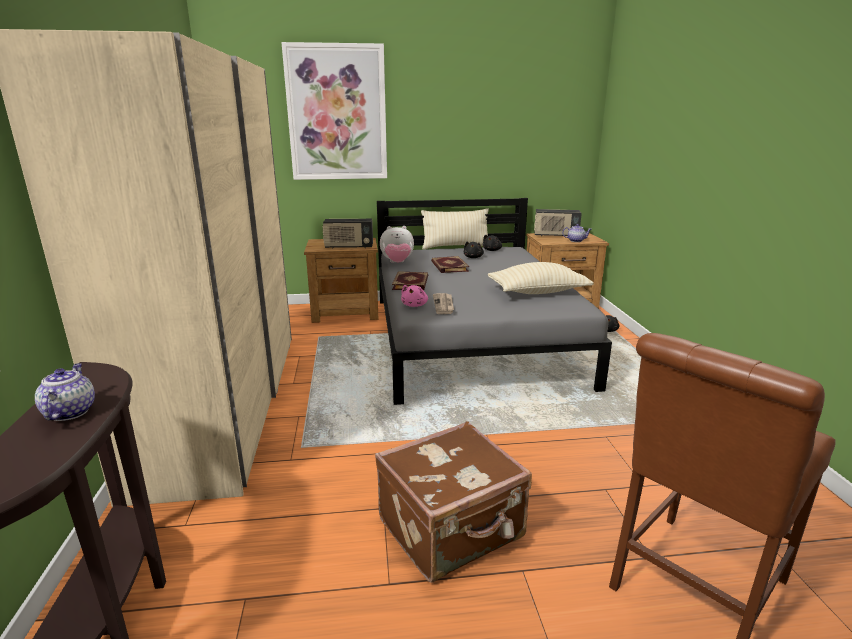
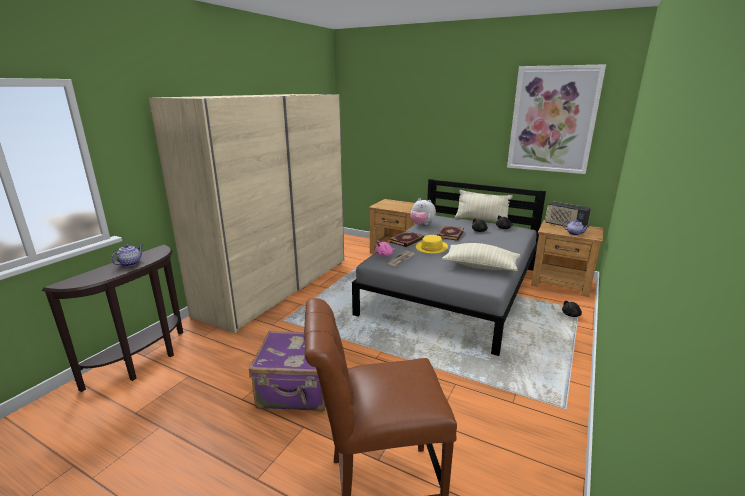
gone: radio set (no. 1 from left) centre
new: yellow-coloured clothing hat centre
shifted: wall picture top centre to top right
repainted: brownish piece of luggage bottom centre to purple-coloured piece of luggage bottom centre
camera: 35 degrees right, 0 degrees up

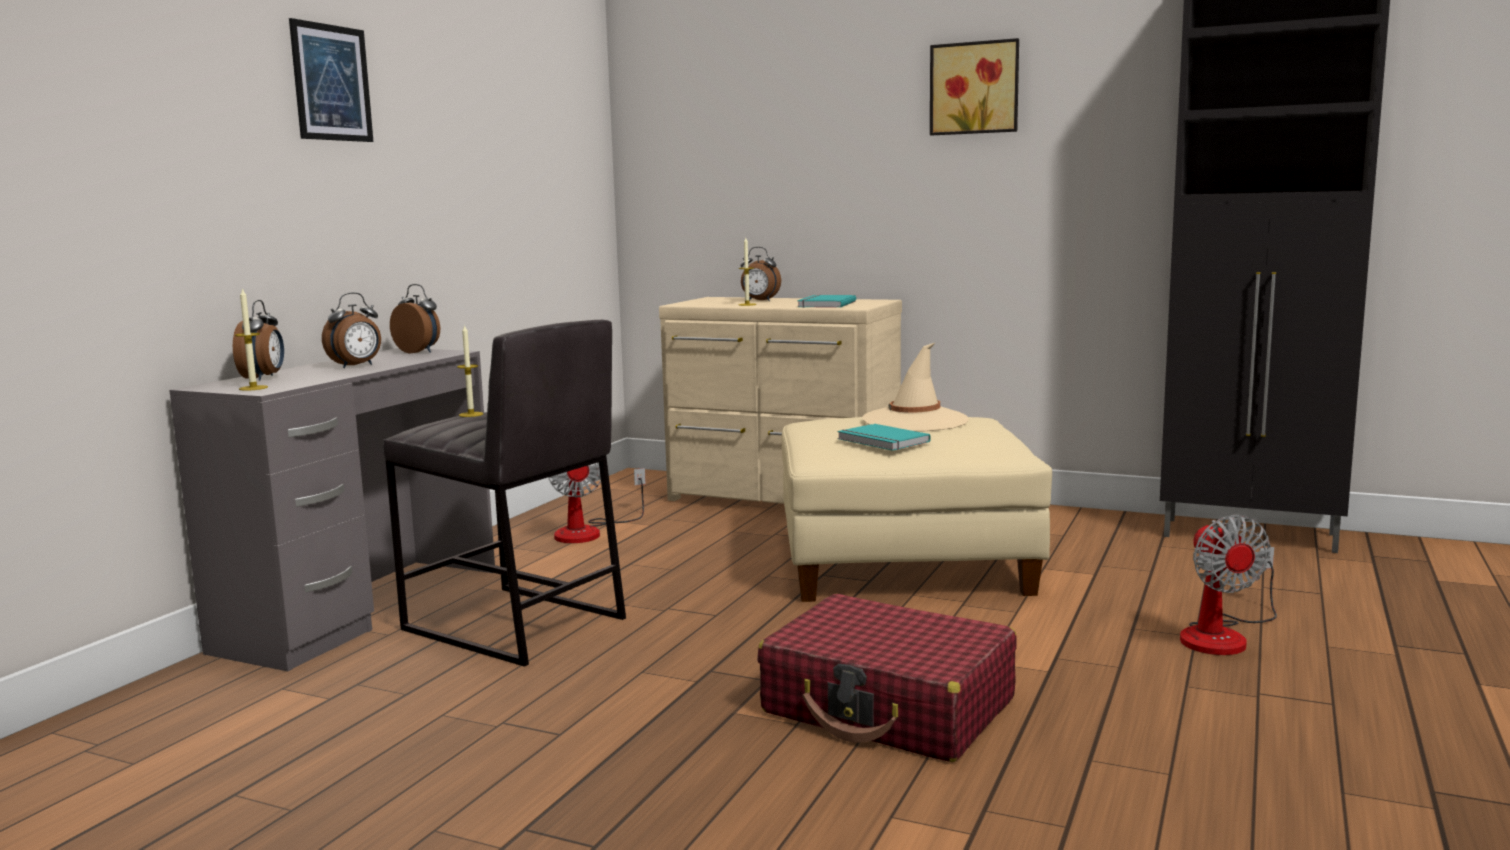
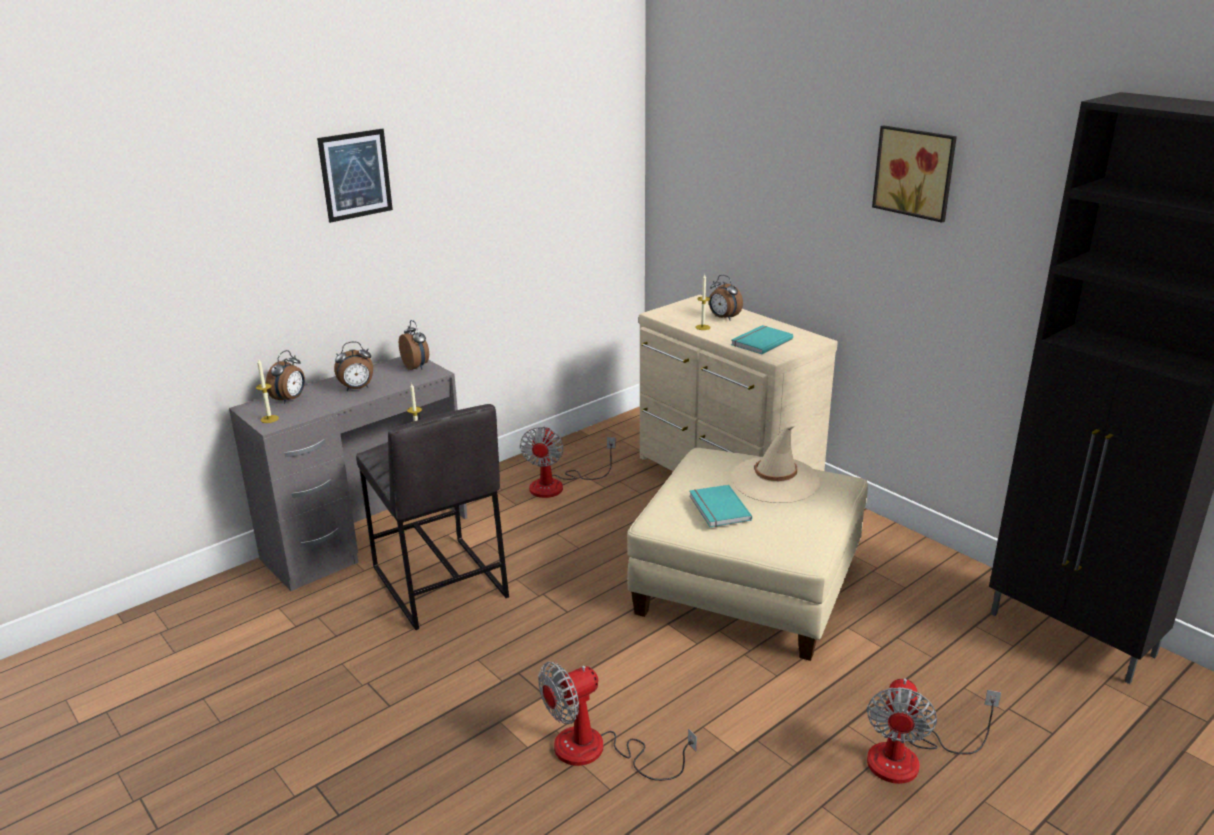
swapped: reddish piece of luggage bottom centre to electric fan (no. 2 from left) bottom centre
camera: 25 degrees right, 15 degrees up

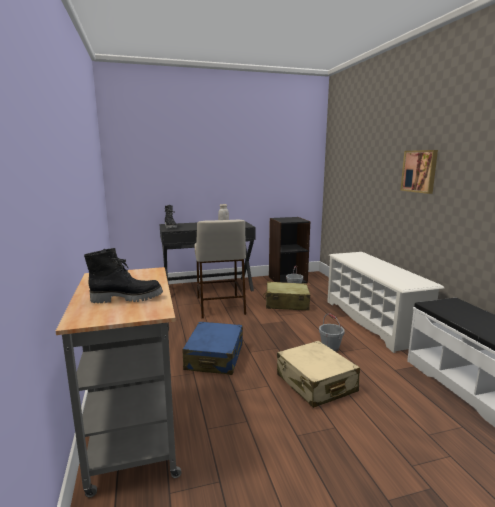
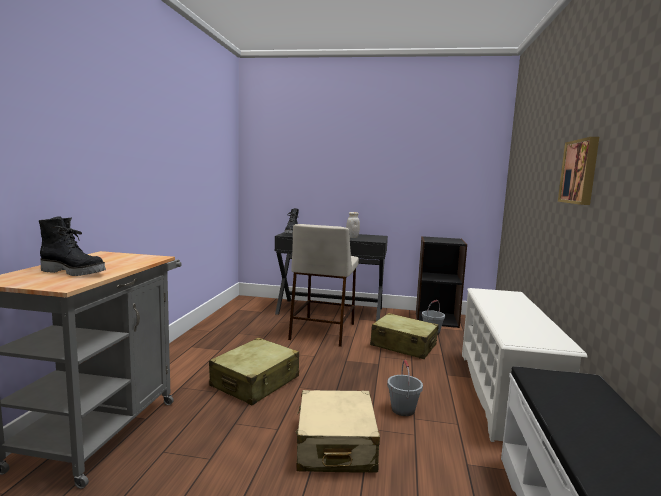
repainted: bluish piece of luggage bottom centre to beige-coloured piece of luggage (no. 1 from left) bottom centre
camera: 25 degrees right, 5 degrees down

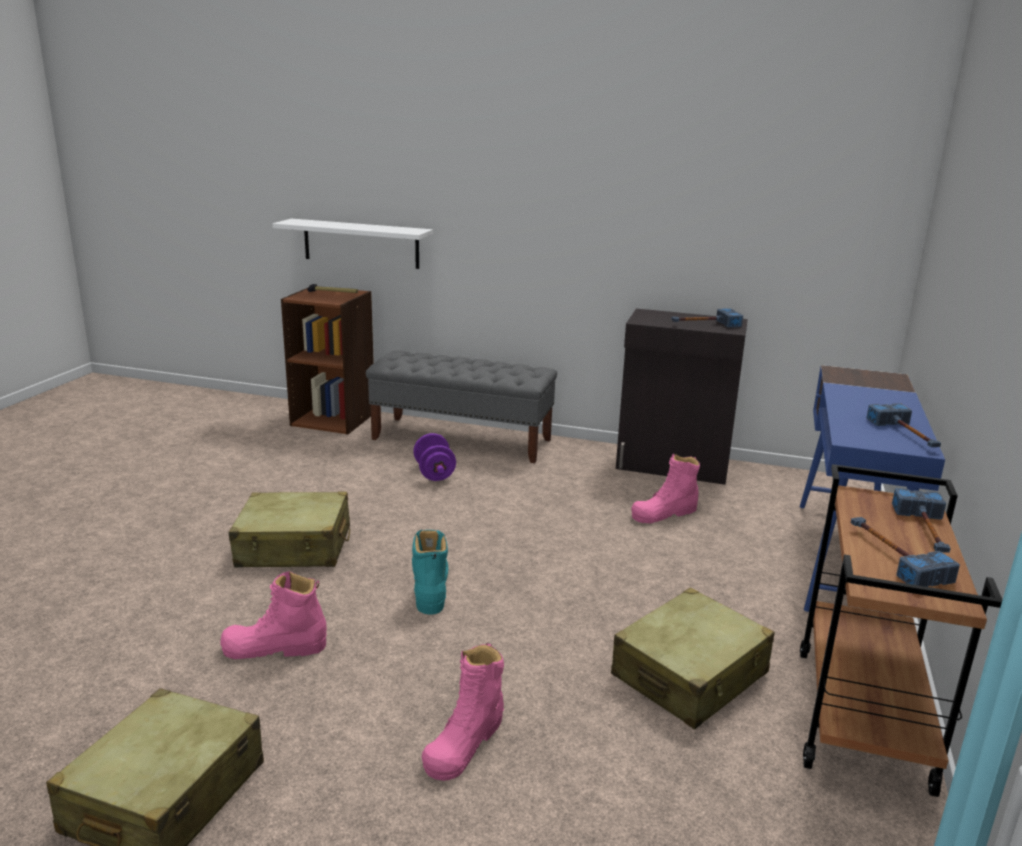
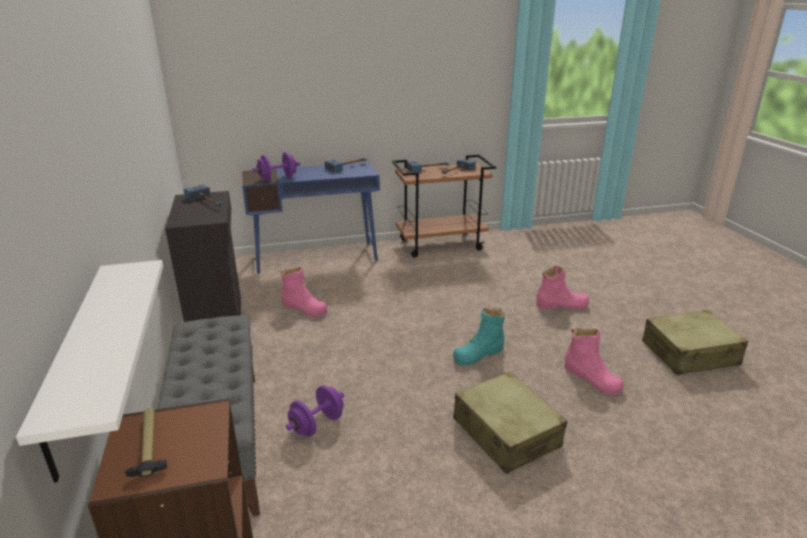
gone: beige-coloured piece of luggage (no. 3 from left) bottom right
new: purple-coloured dumbbell (no. 1 from left) top centre
camera: 120 degrees left, 5 degrees up

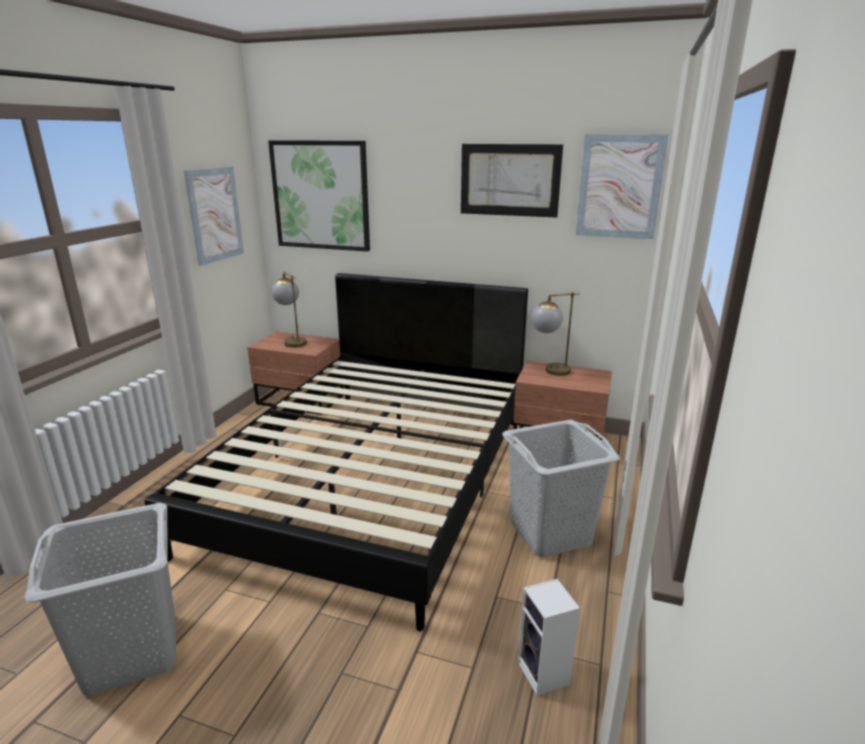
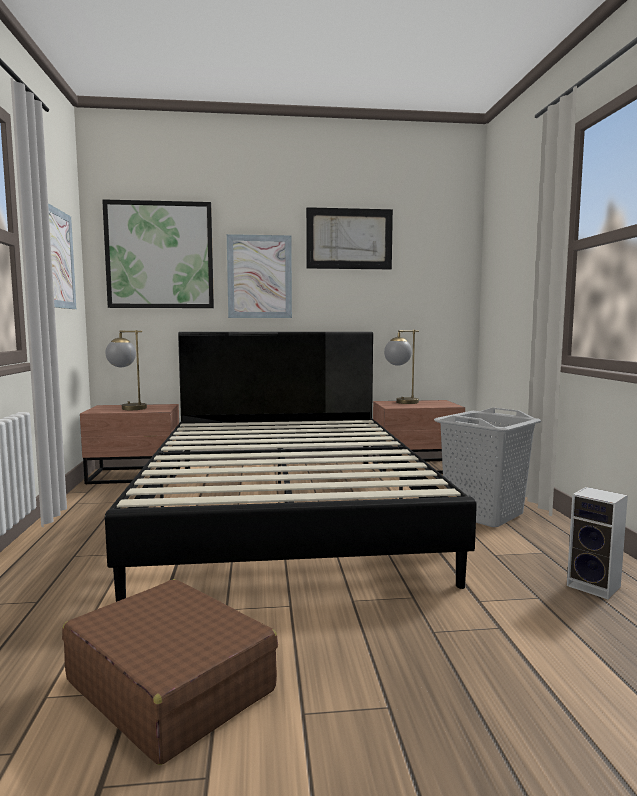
shifted: wall picture (no. 4 from left in the first image) top right to wall picture (no. 3 from left) centre
swapped: grey washing basket (no. 1 from left) bottom left to brownish piece of luggage bottom left
camera: 25 degrees left, 15 degrees down

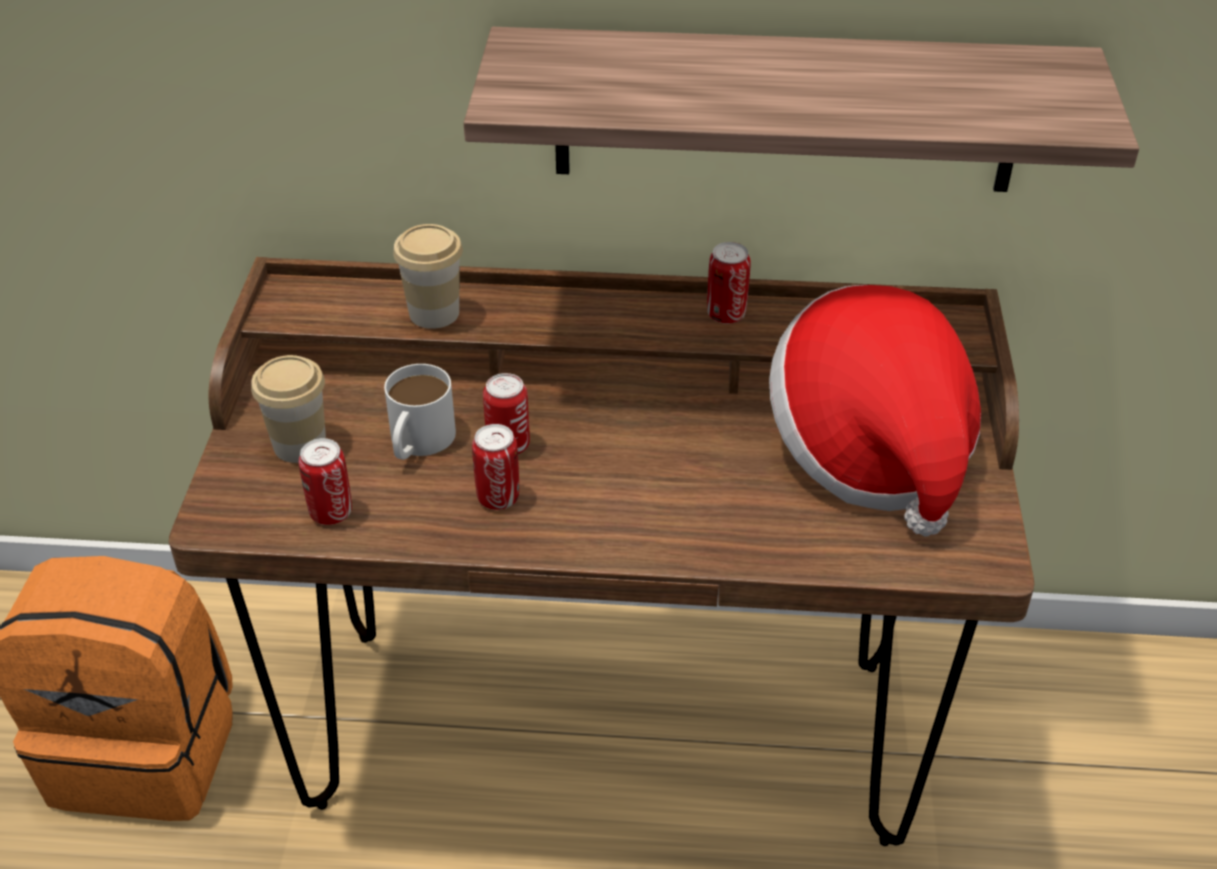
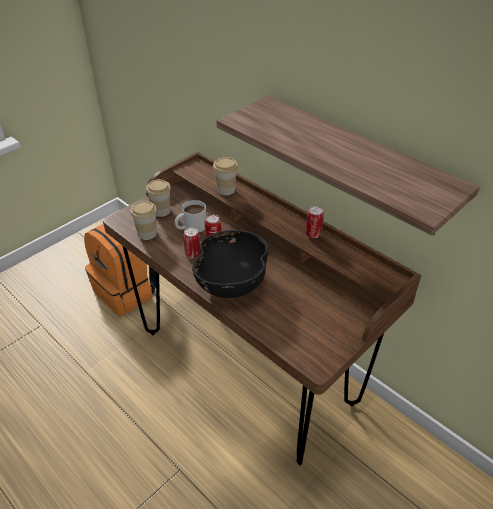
gone: clothing hat middle right
new: blackish serving bowl centre
swapped: metal can (no. 1 from left) middle left to small cup (no. 1 from left) middle left
camera: 40 degrees right, 0 degrees up

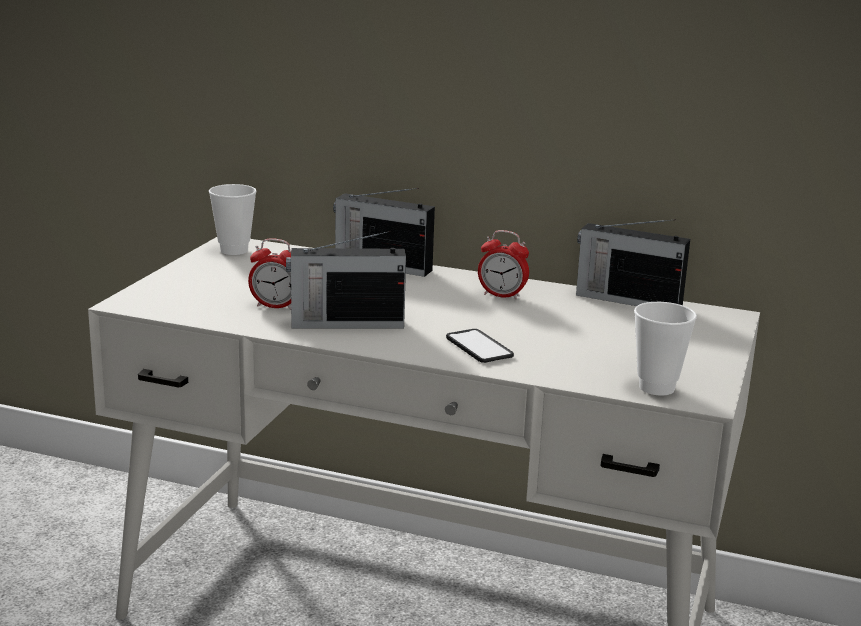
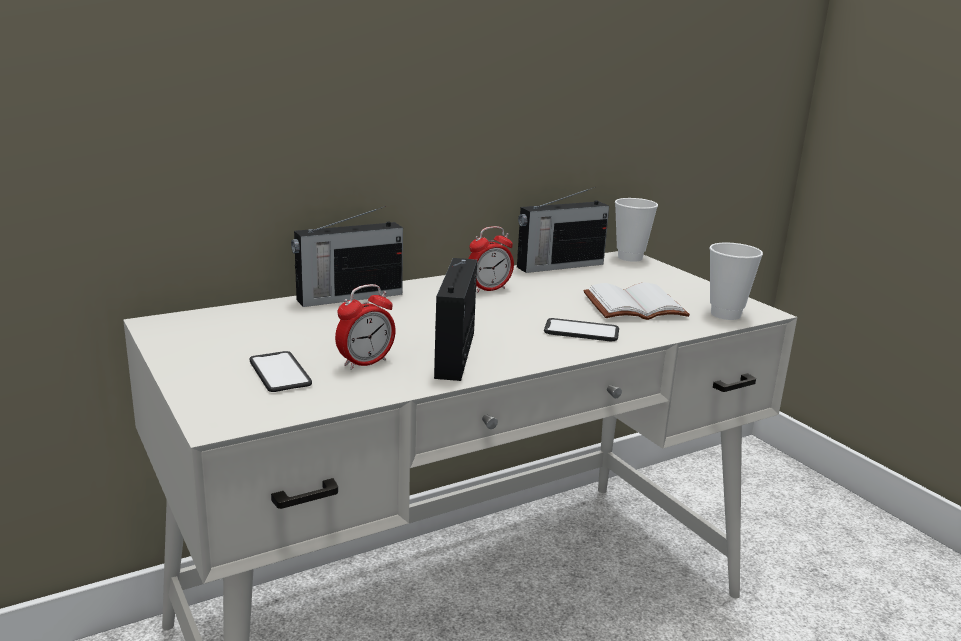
new: telephone (no. 1 from left) middle left; white bound book centre
shifted: small cup (no. 1 from left) middle left to centre
rotated: radio set (no. 1 from left in the first image) centre = centre 150 degrees clockwise
camera: 50 degrees left, 0 degrees up

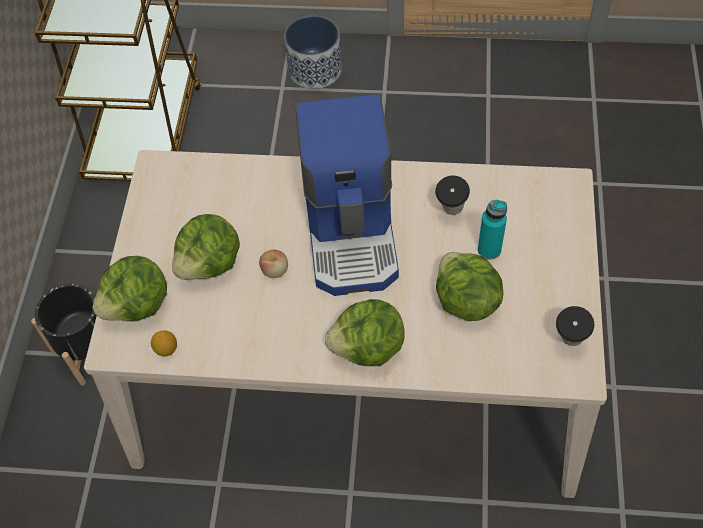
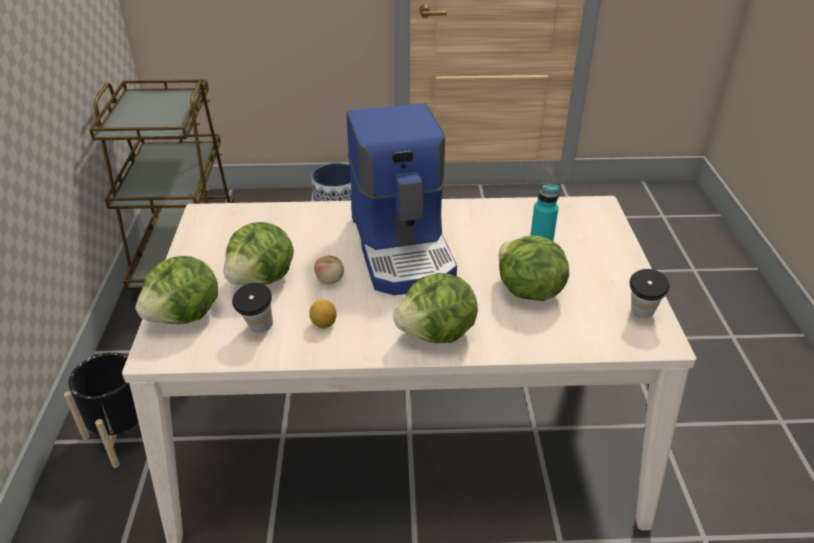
shifted: small cup (no. 1 from left) centre to middle left; whole lemon middle left to centre
camera: 10 degrees left, 20 degrees down

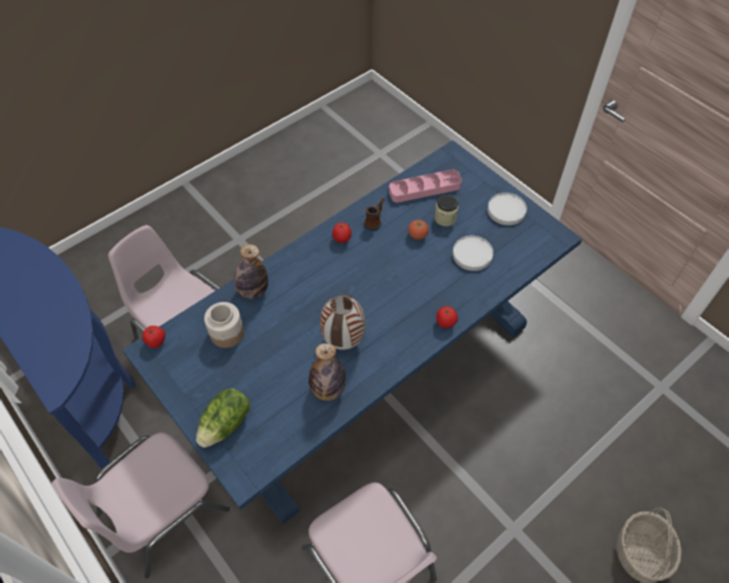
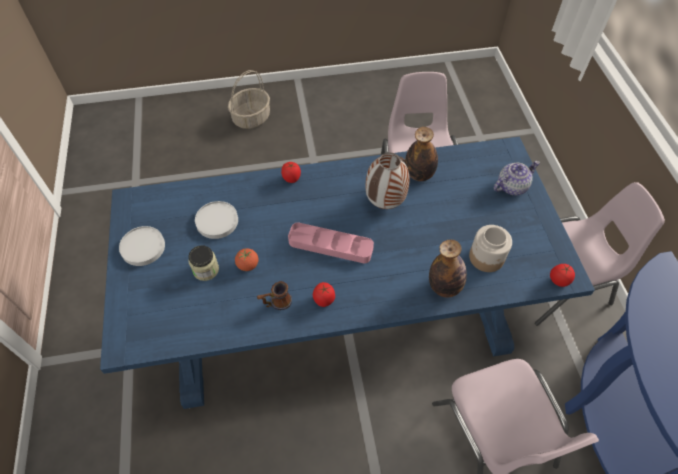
shifted: pinkish serving tray top centre to centre
swapped: lettuce bottom left to teapot middle right
camera: 150 degrees left, 0 degrees up

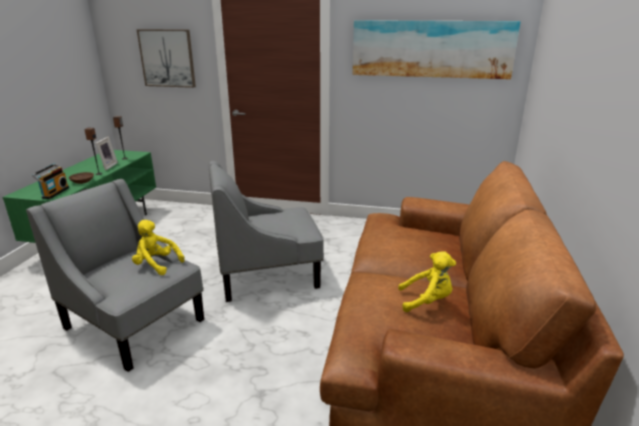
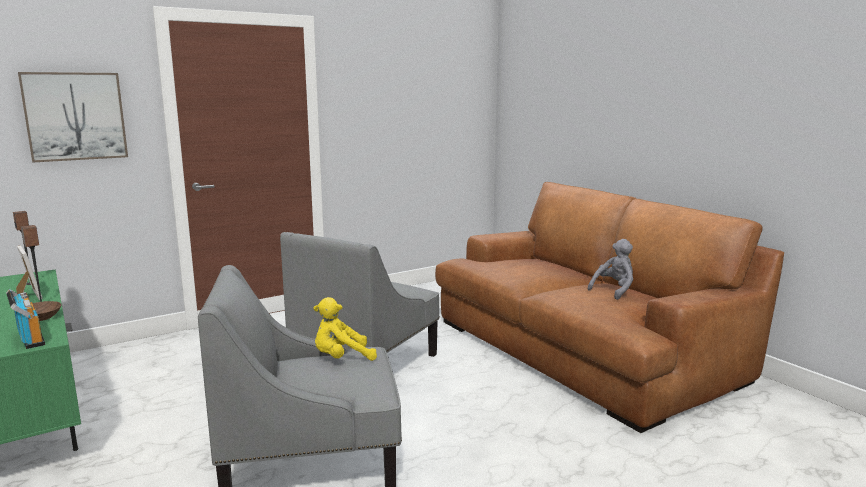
gone: wall picture (no. 2 from left) top right
repainted: yellow-coloured plush toy (no. 2 from left) middle right to grey plush toy middle right
camera: 45 degrees left, 10 degrees down

